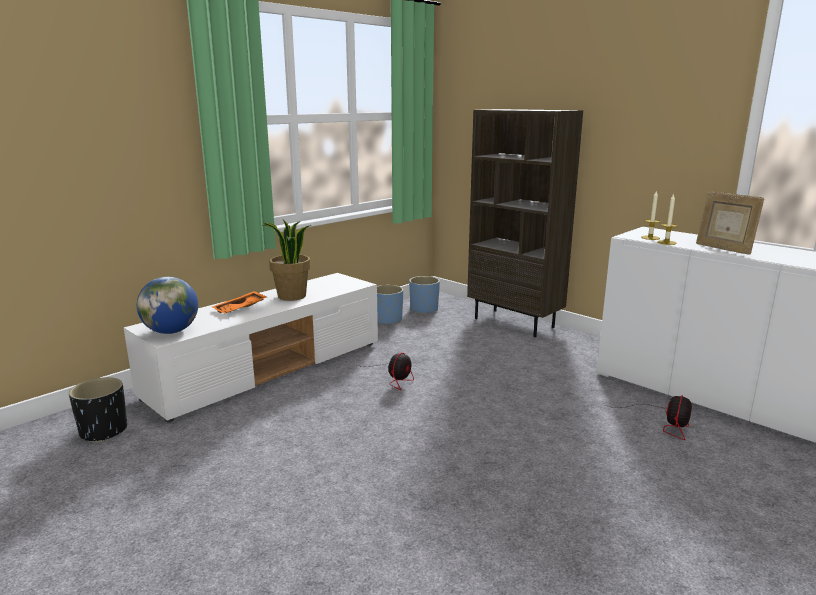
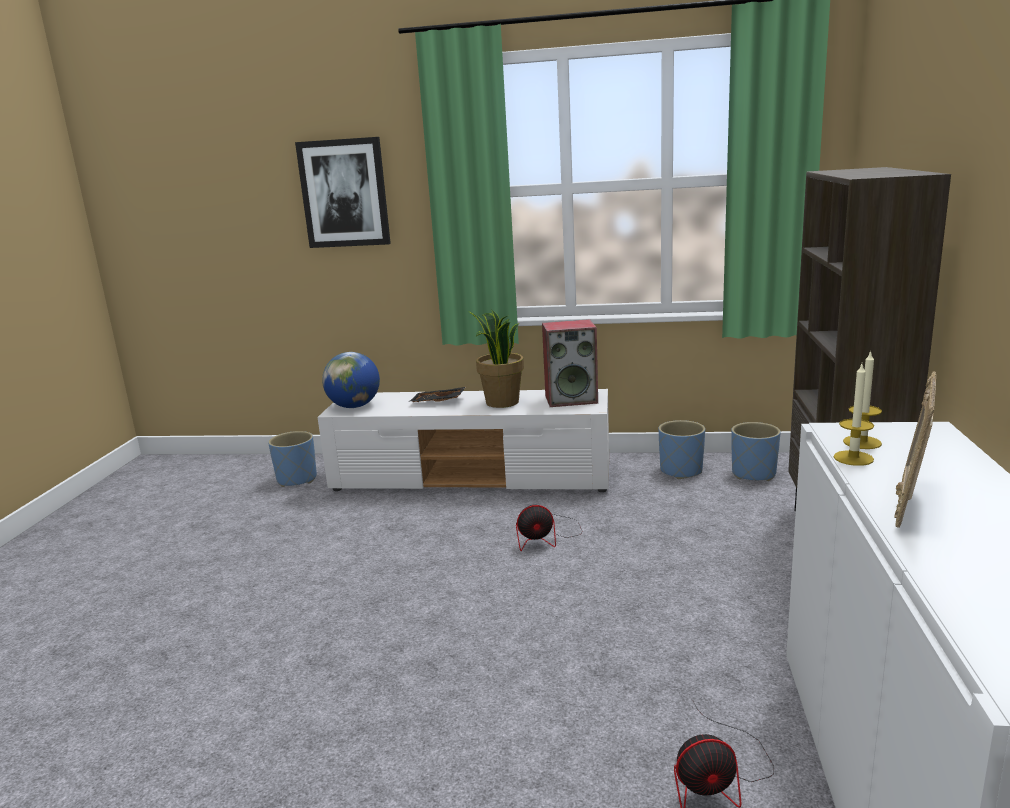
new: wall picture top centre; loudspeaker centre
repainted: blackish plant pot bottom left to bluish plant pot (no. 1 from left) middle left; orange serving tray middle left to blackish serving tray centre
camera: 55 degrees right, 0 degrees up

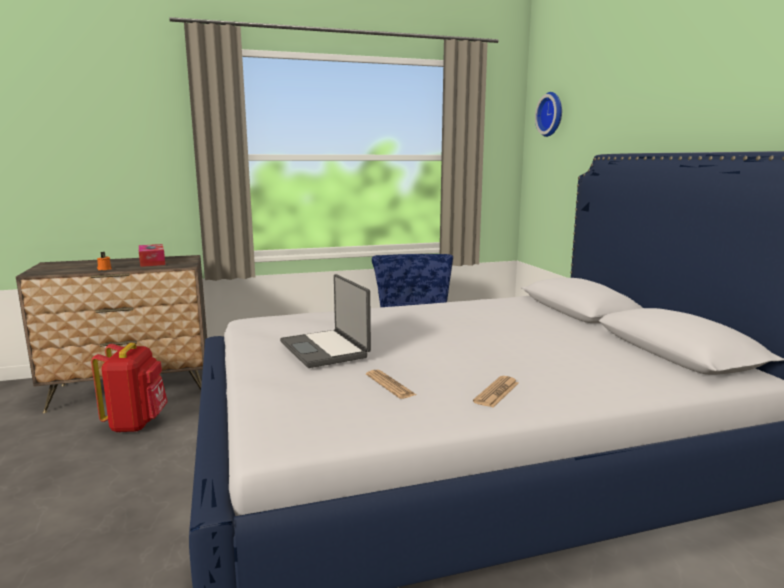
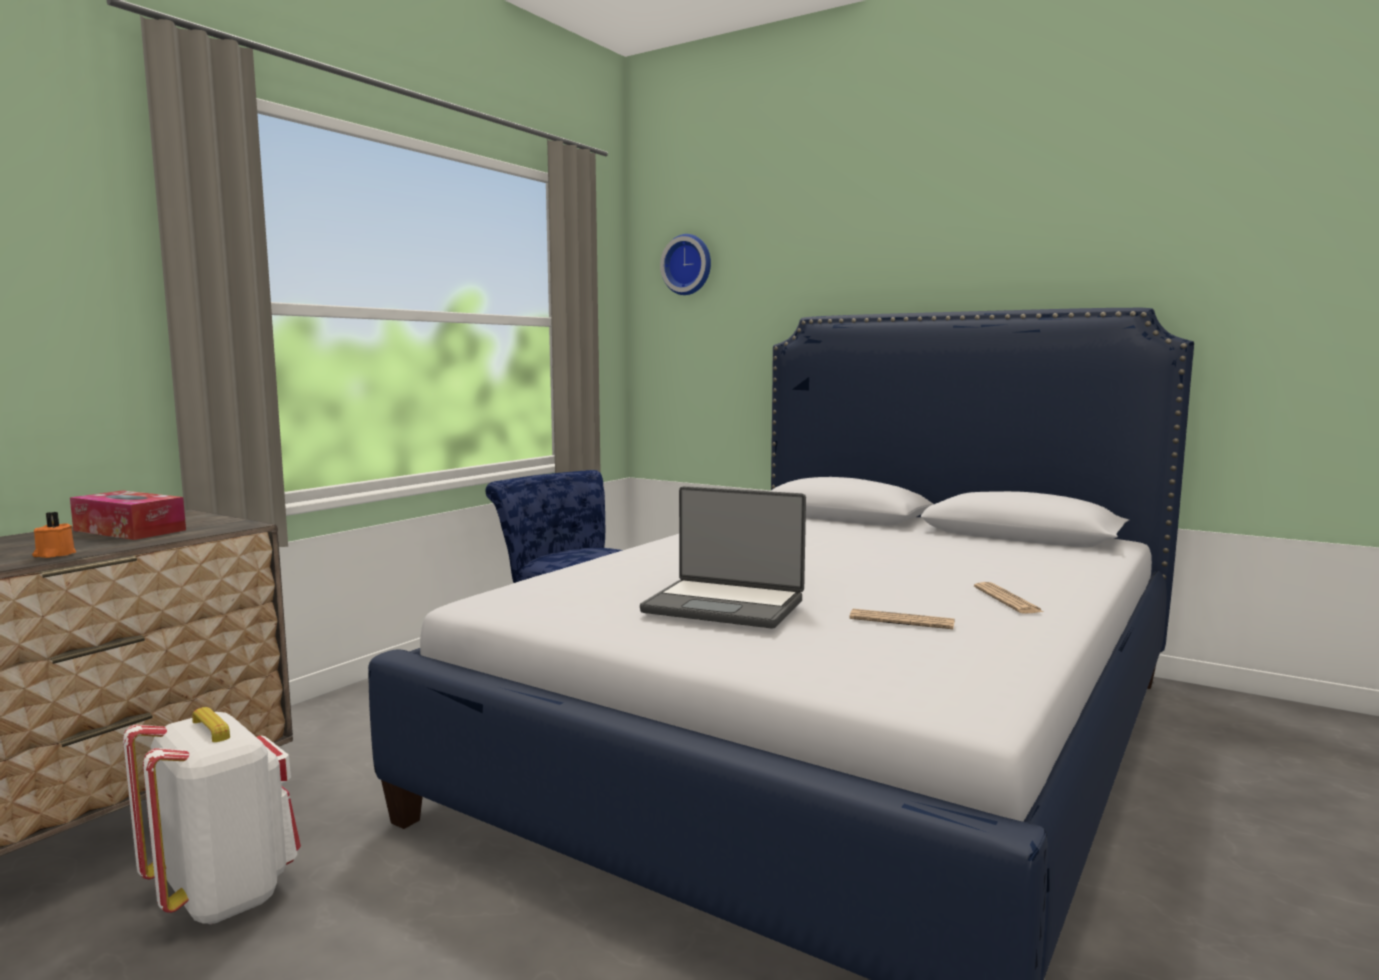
repainted: reddish knapsack middle left to white knapsack bottom left
camera: 40 degrees left, 5 degrees down

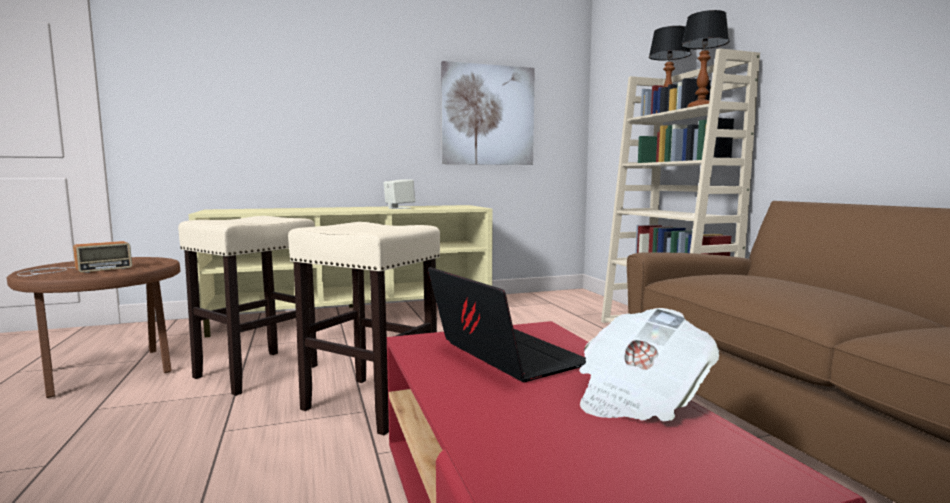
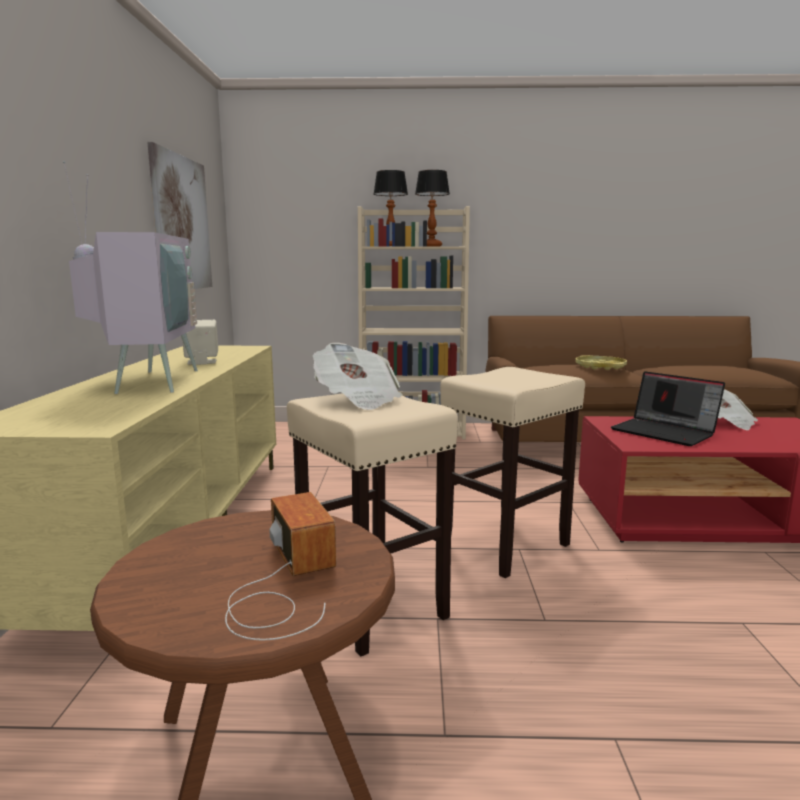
new: television middle left; printed paper (no. 1 from left) centre; yellow-coloured serving tray middle right
rotated: notebook computer centre = middle right 120 degrees counterclockwise
camera: 70 degrees left, 5 degrees up

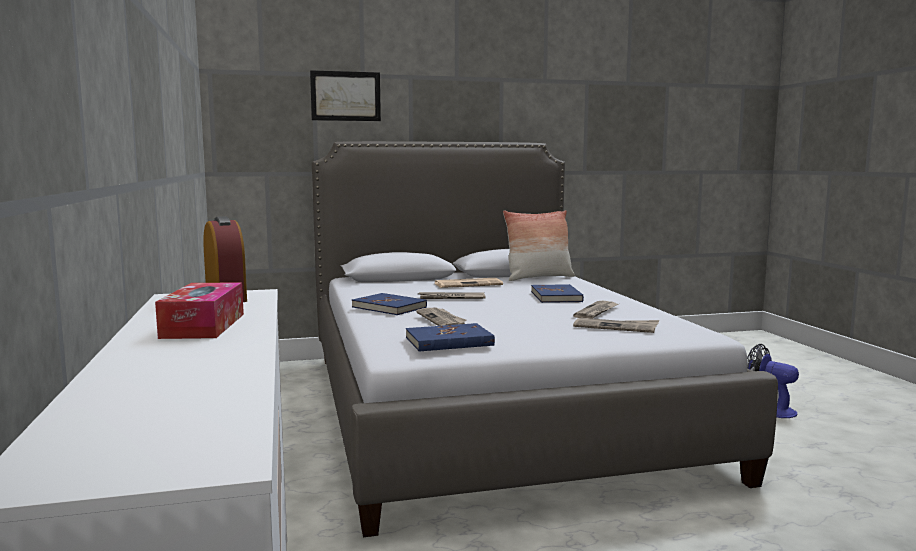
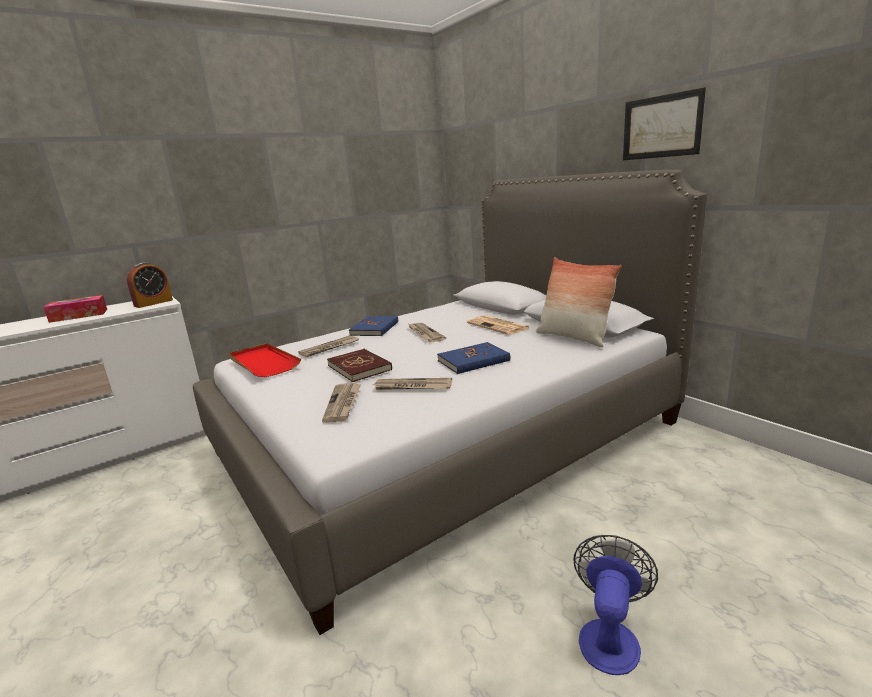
new: reddish bound book centre
shifted: wall picture top centre to top right
swapped: bluish bound book (no. 2 from left) centre to reddish serving tray middle left
camera: 70 degrees right, 10 degrees up

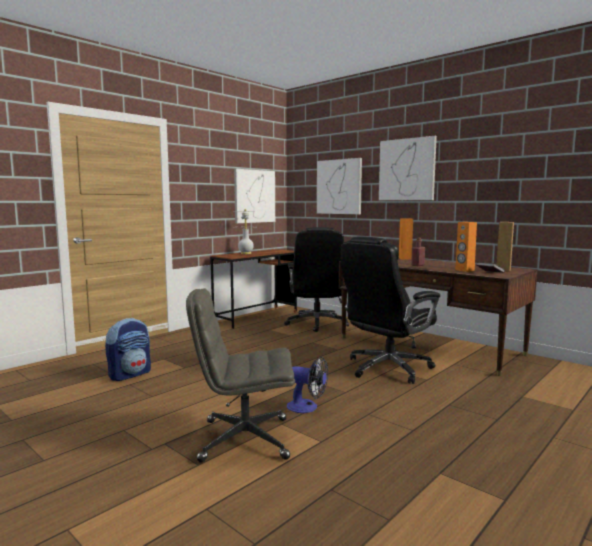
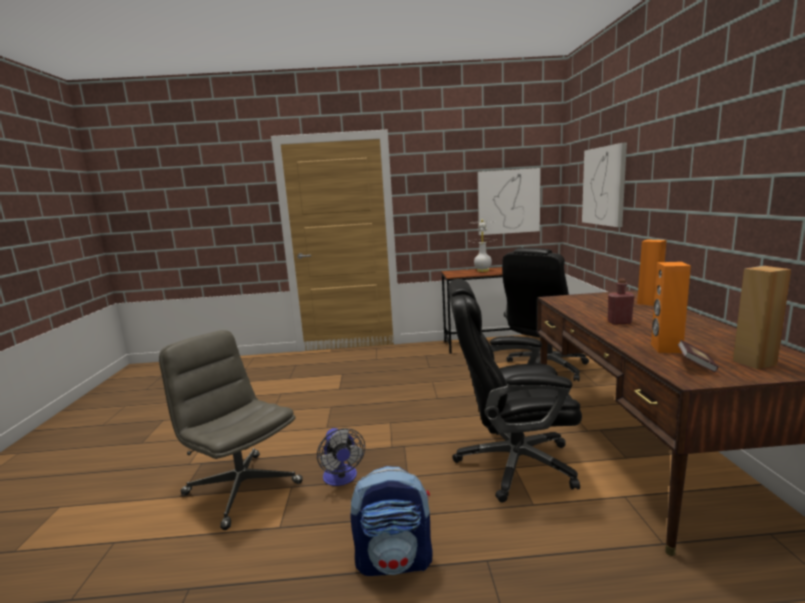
gone: wall picture (no. 3 from left) top right
shifted: knapsack middle left to bottom centre
camera: 45 degrees right, 5 degrees up

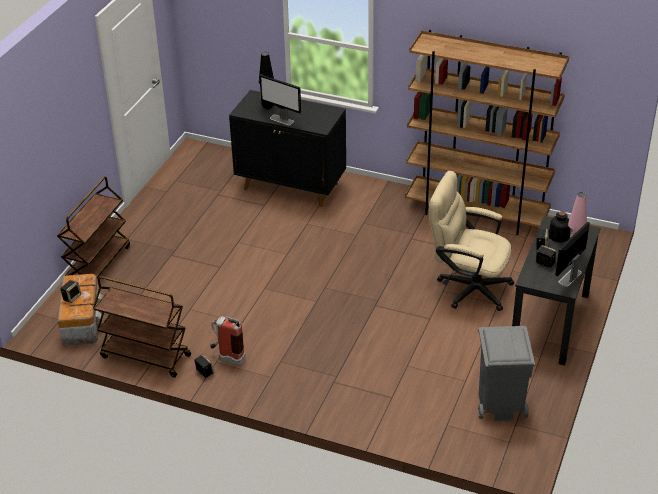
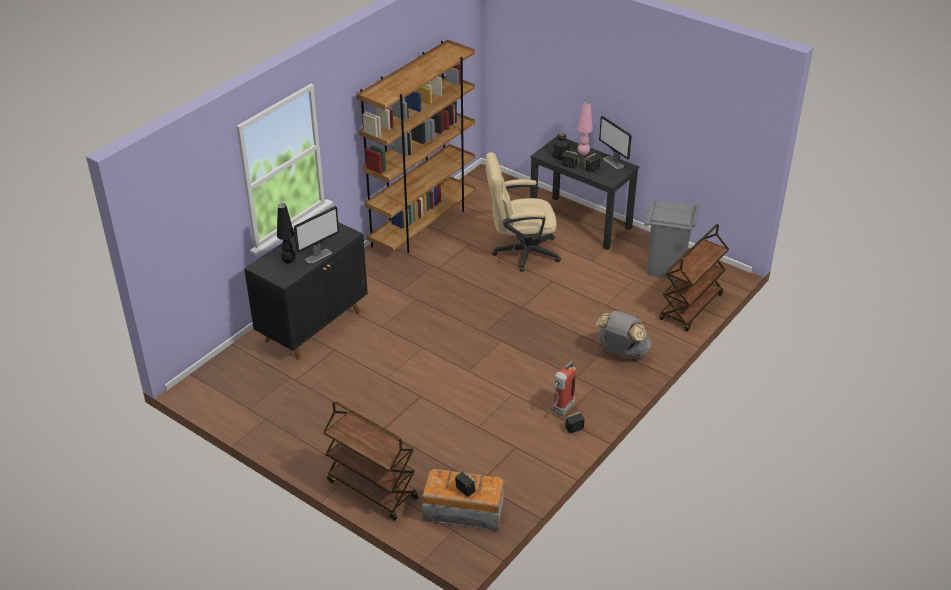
new: grey knapsack centre
shifted: brownish cart (no. 2 from left) middle left to middle right
rotated: beige-coloured desk chair middle right = centre 45 degrees clockwise
camera: 75 degrees left, 0 degrees up

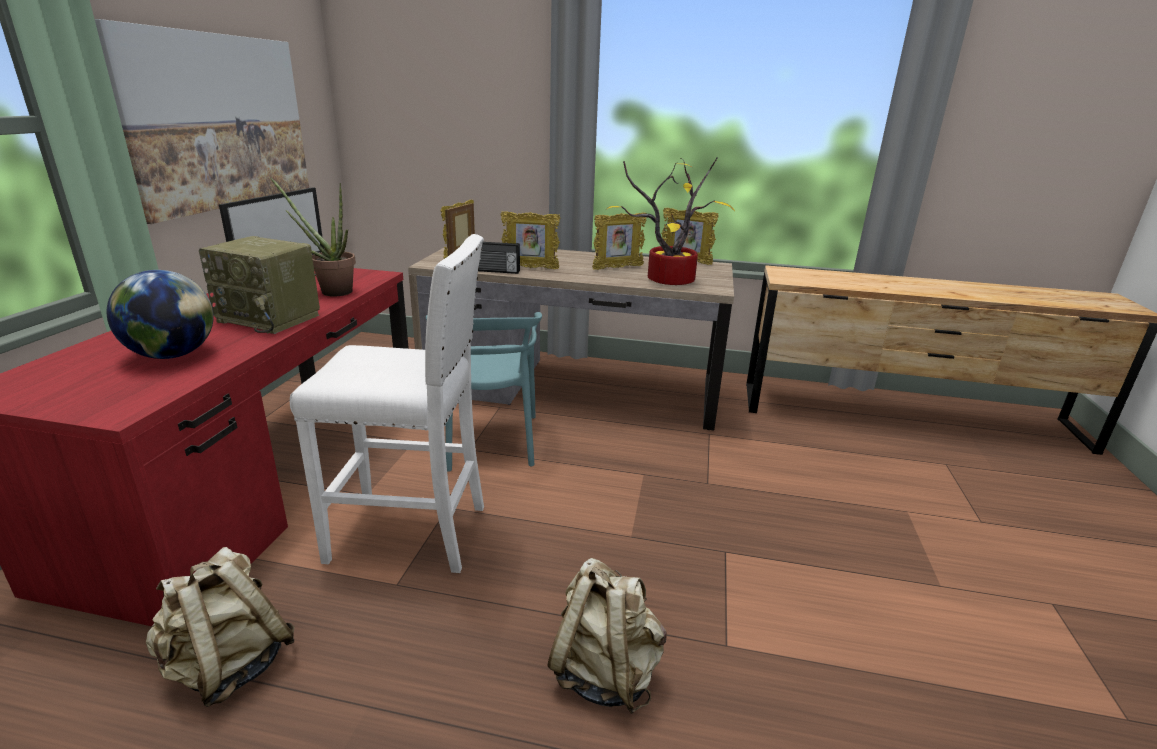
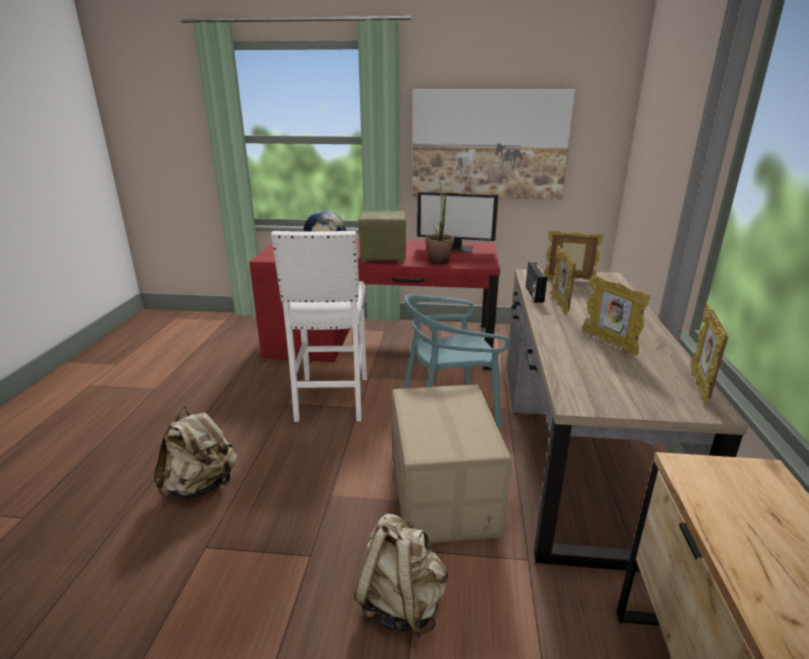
gone: plant in a pot (no. 2 from left) top centre
new: packing box bottom centre
shifted: beige-coloured knapsack (no. 1 from left in the first image) bottom left to beige-coloured knapsack (no. 2 from left) bottom centre
rotated: radio set (no. 1 from left) middle left = centre 75 degrees clockwise
camera: 85 degrees right, 0 degrees up

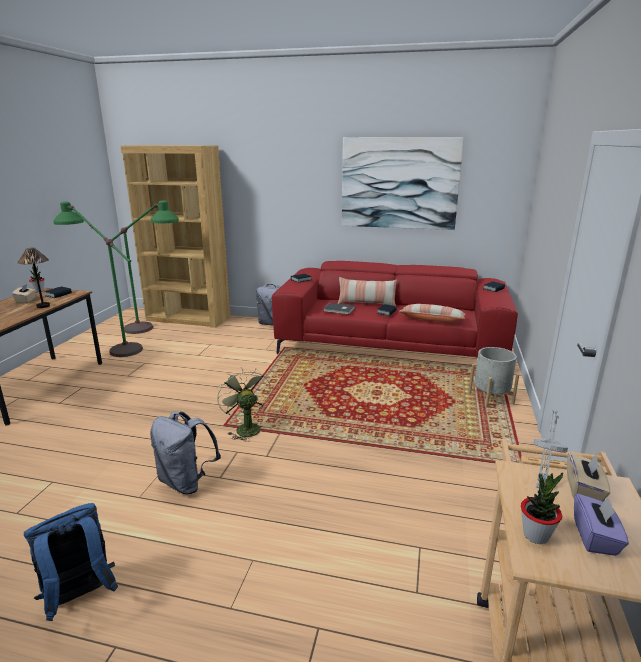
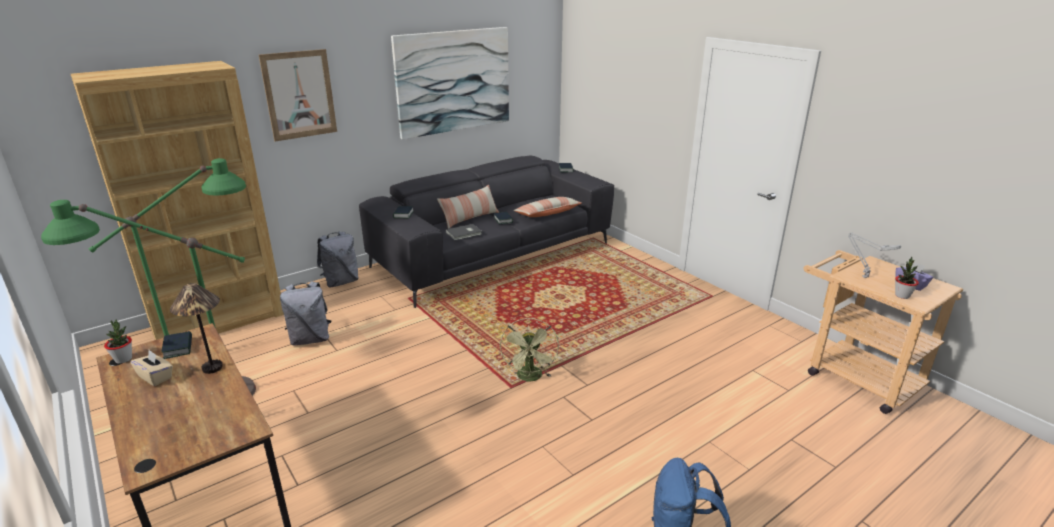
gone: grey plant pot middle right; beige-coloured box of tissues (no. 2 from left) bottom right
new: wall picture (no. 1 from left) top left
shifted: grey knapsack (no. 1 from left) bottom left to middle left
repainted: reddish couch centre to grey couch centre
rotated: green electric fan centre = centre 105 degrees counterclockwise
camera: 50 degrees left, 5 degrees up

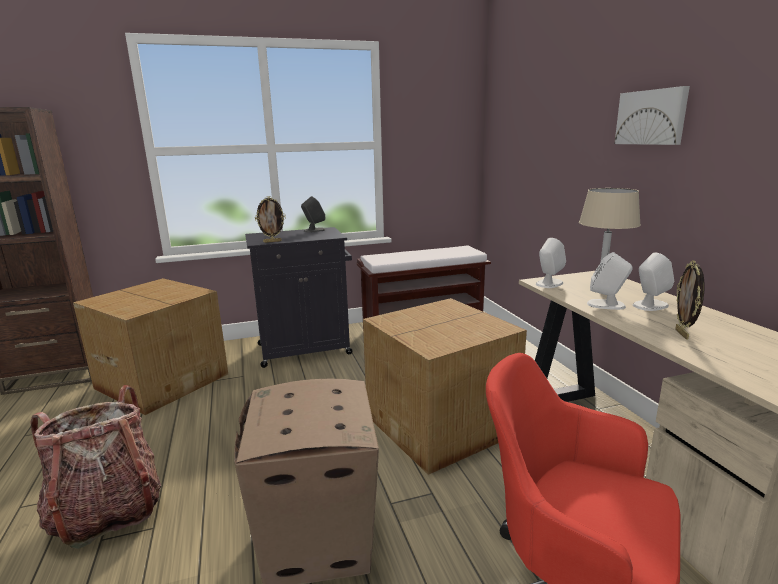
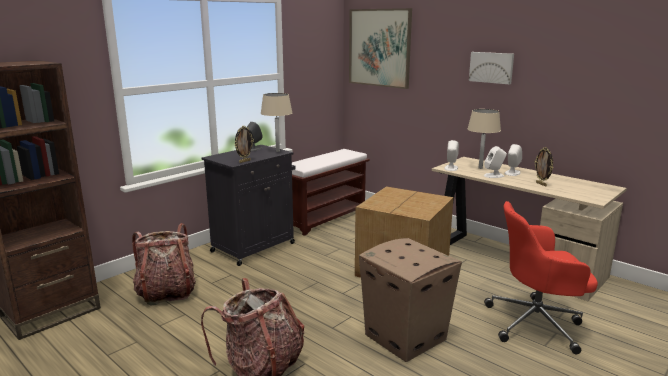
new: beige-coloured tabletop lamp (no. 1 from left) top centre; wall picture (no. 1 from left) top centre
swapped: packing box (no. 1 from left) middle left to knapsack (no. 1 from left) bottom left
camera: 30 degrees left, 0 degrees up

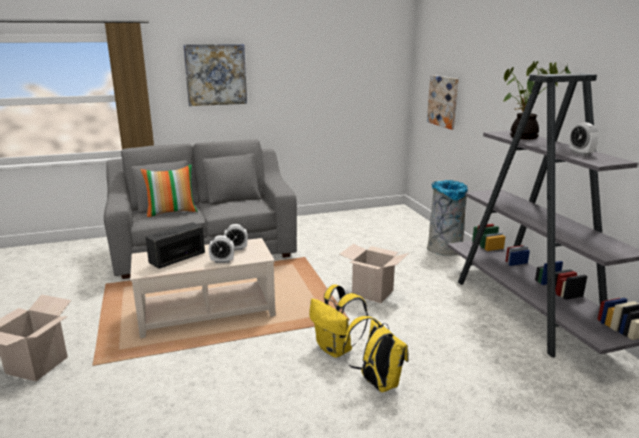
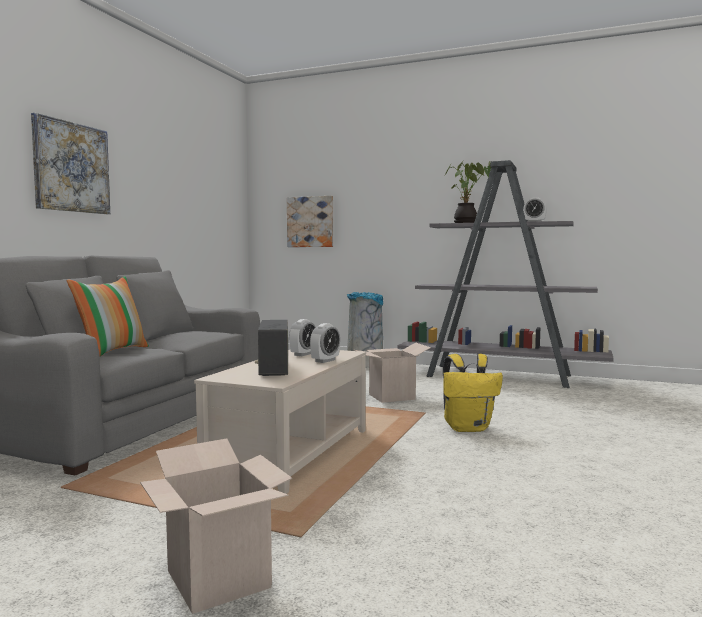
gone: yellow-coloured knapsack (no. 2 from left) bottom centre
camera: 50 degrees left, 15 degrees down

